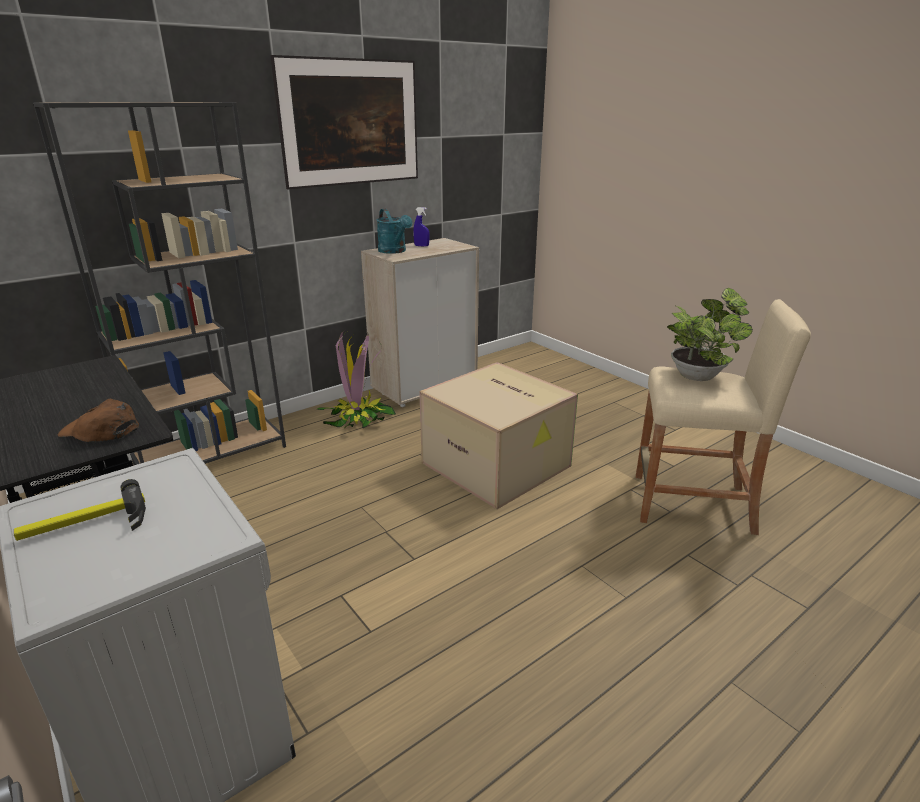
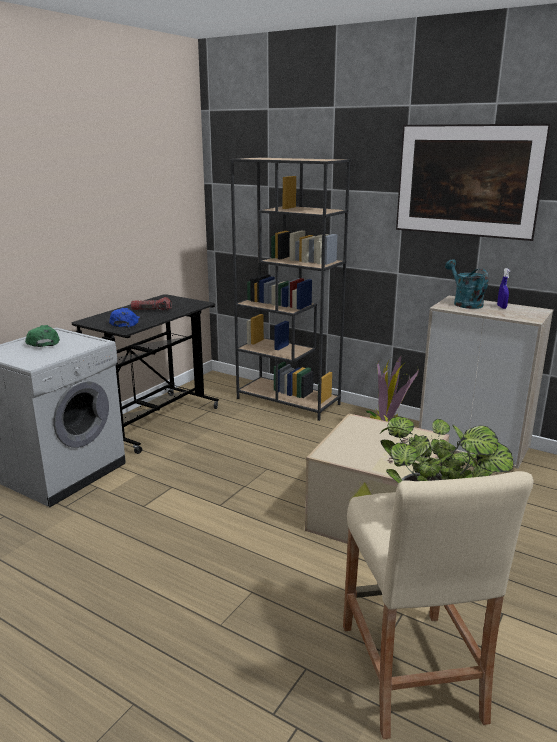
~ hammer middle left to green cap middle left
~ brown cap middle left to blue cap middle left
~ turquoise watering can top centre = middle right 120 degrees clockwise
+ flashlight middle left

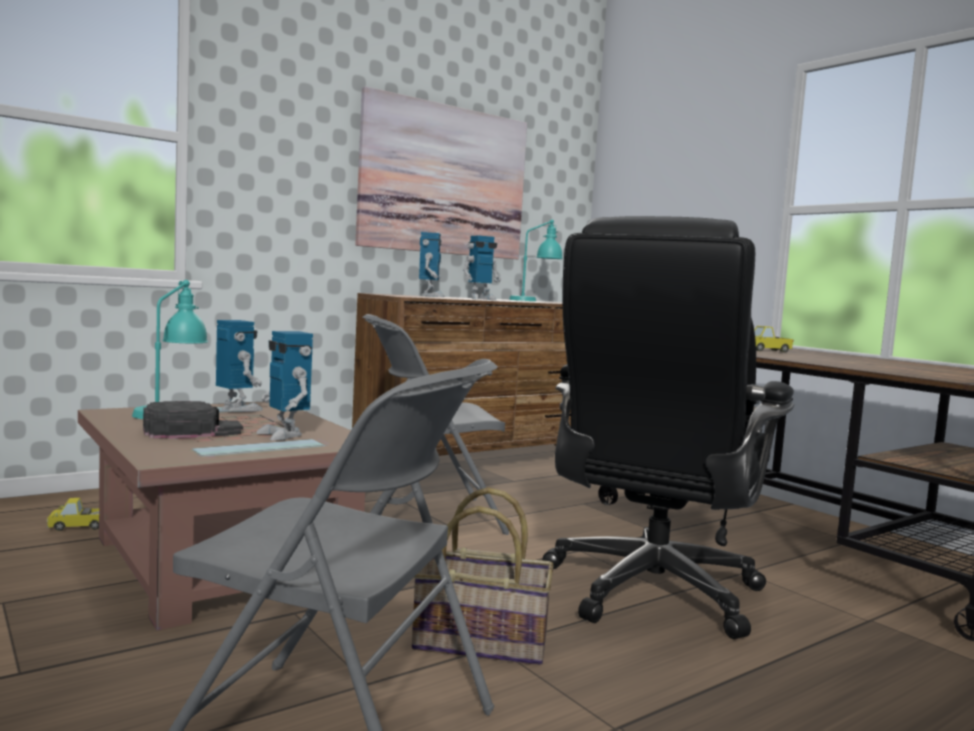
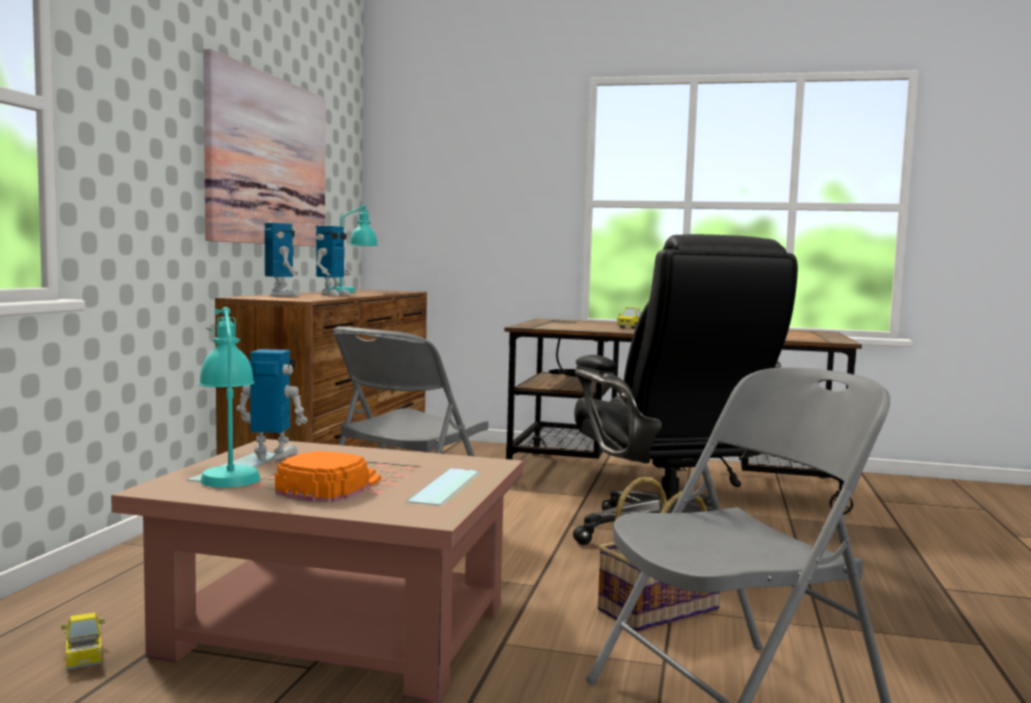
~ toy truck (no. 1 from left) bottom left = bottom left 120 degrees clockwise
~ black cap middle left to orange cap bottom left
- toy robot (no. 2 from left) middle left

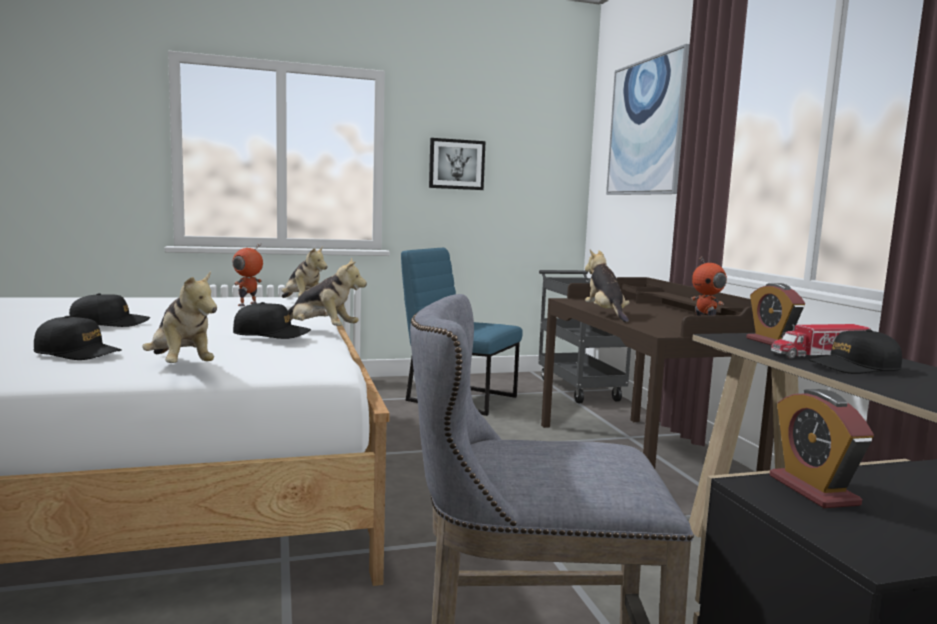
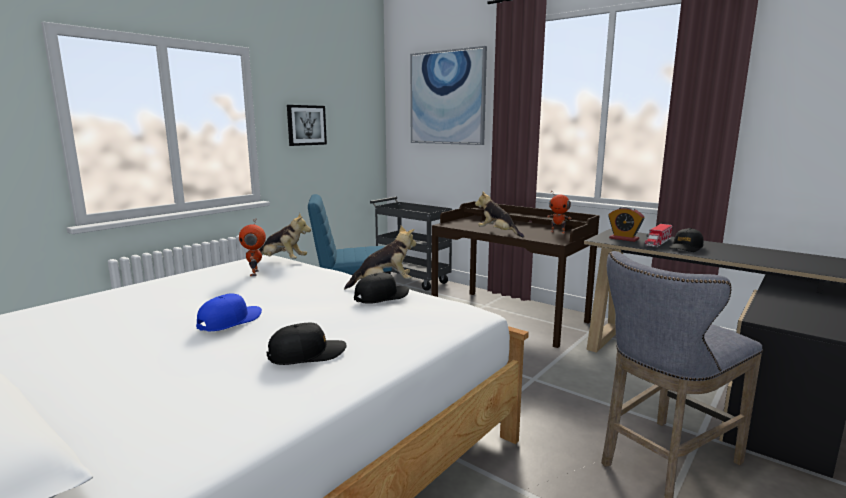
~ black cap (no. 2 from left) middle left to blue cap middle left
- plush toy (no. 1 from left) middle left
- alarm clock (no. 2 from left) bottom right

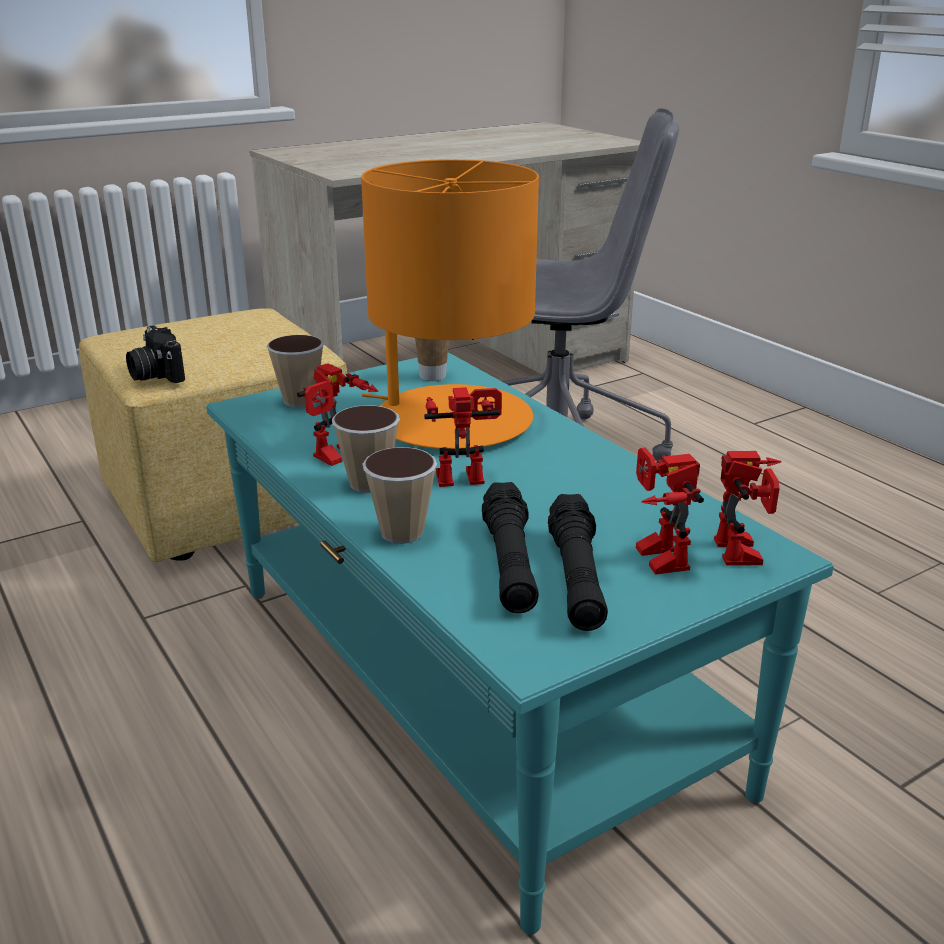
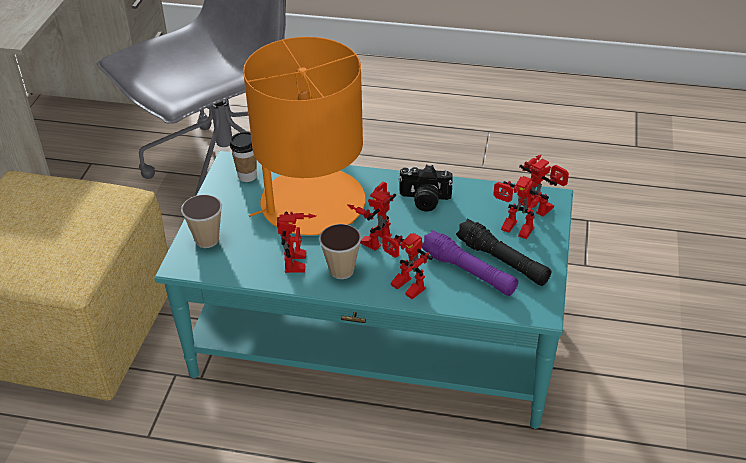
~ photo camera middle left to centre
~ cup (no. 3 from left) centre to toy robot (no. 3 from left) centre
~ black flashlight (no. 1 from left) centre to purple flashlight centre

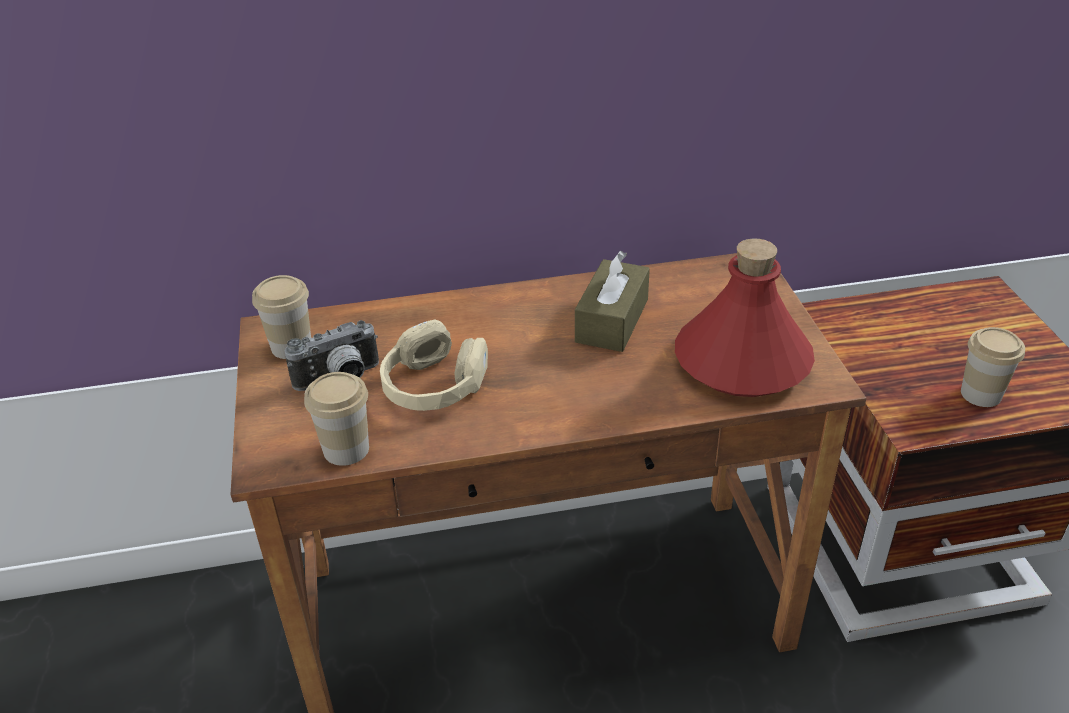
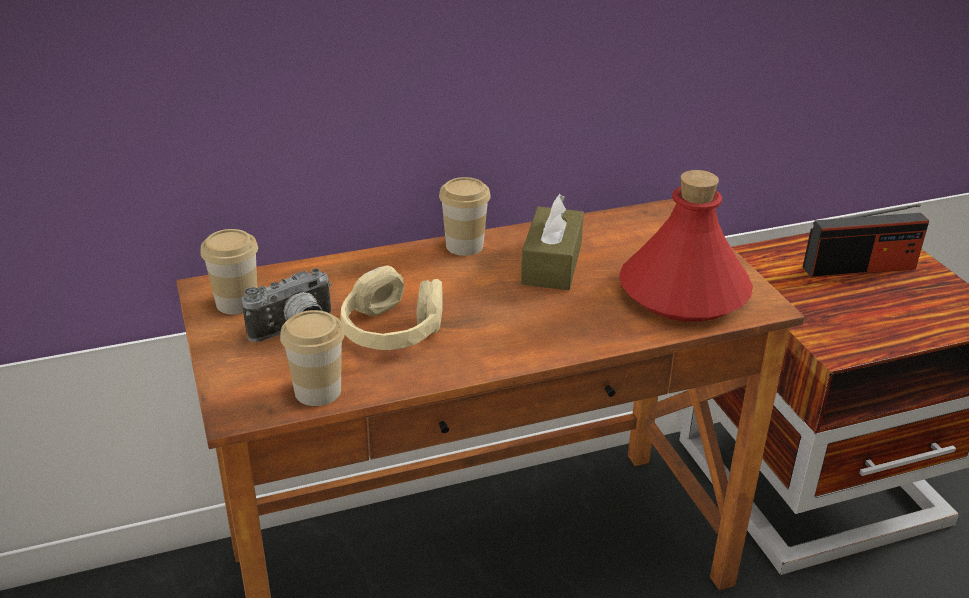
~ cup (no. 3 from left) middle right to centre
+ radio middle right

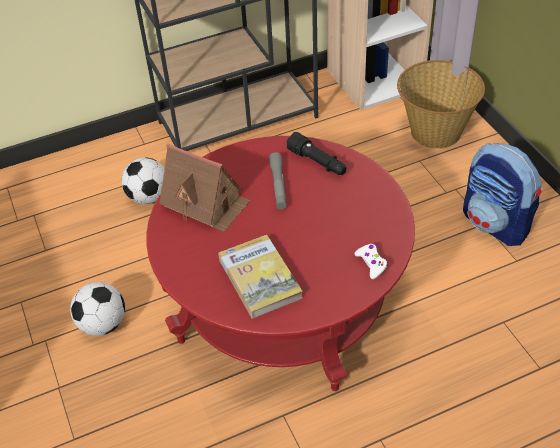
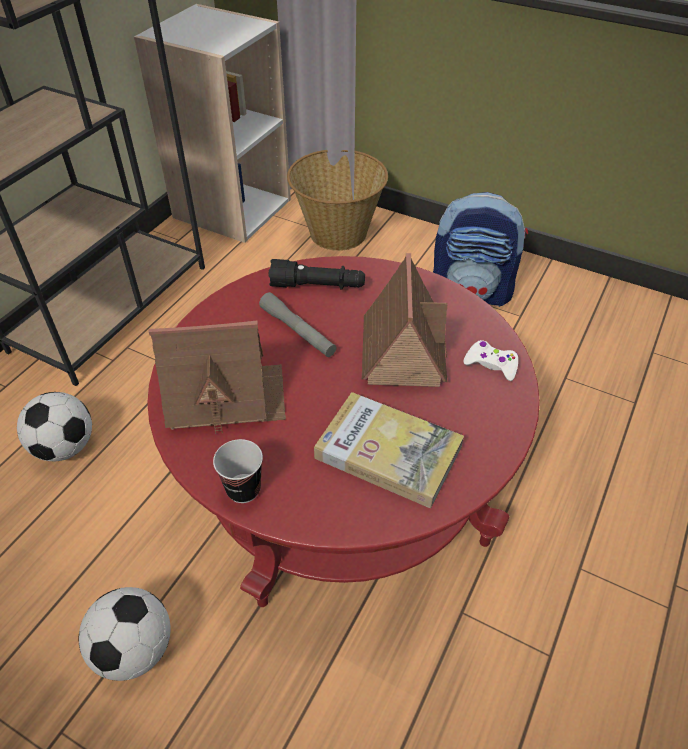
+ cup centre
+ toy house (no. 2 from left) centre

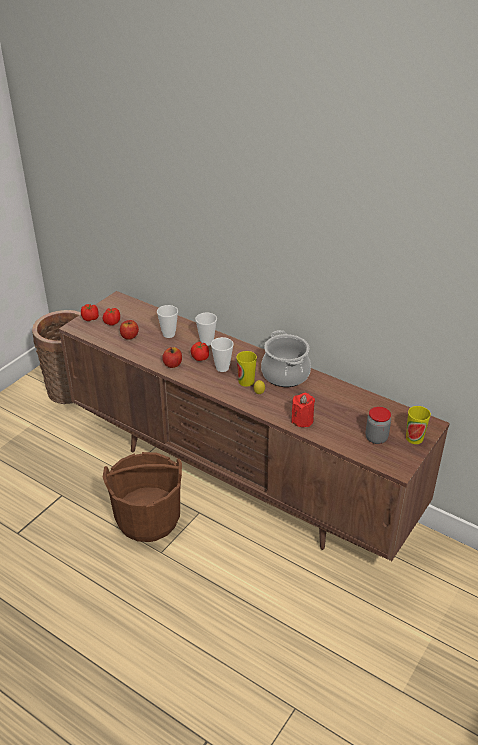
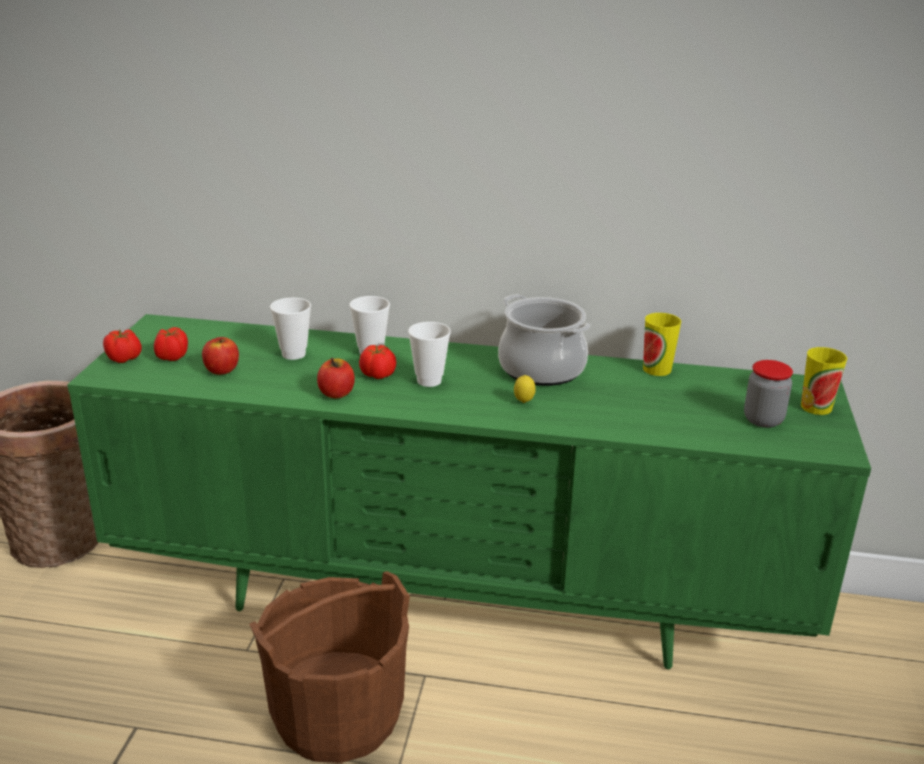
~ brown cabinet centre to green cabinet centre
~ cup (no. 4 from left) centre to middle right
- red candle centre

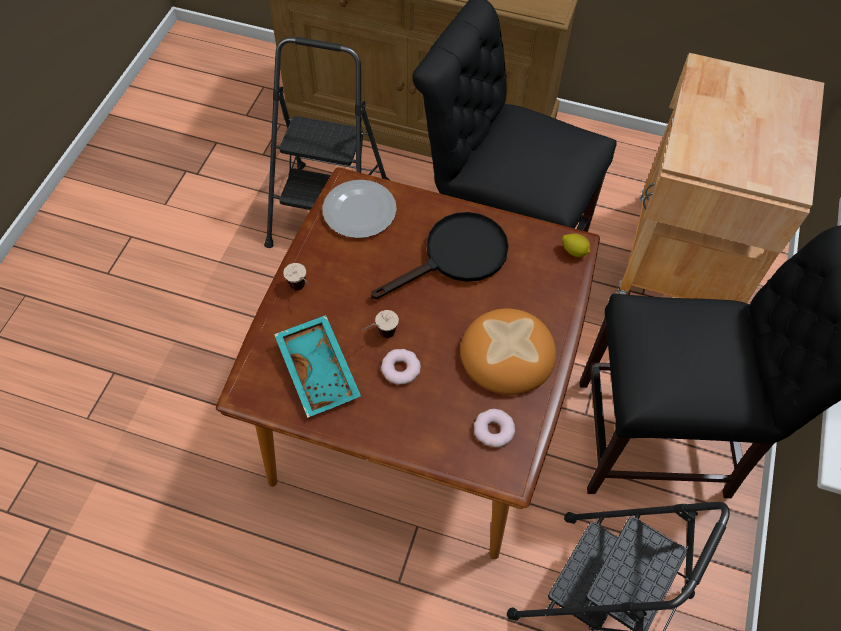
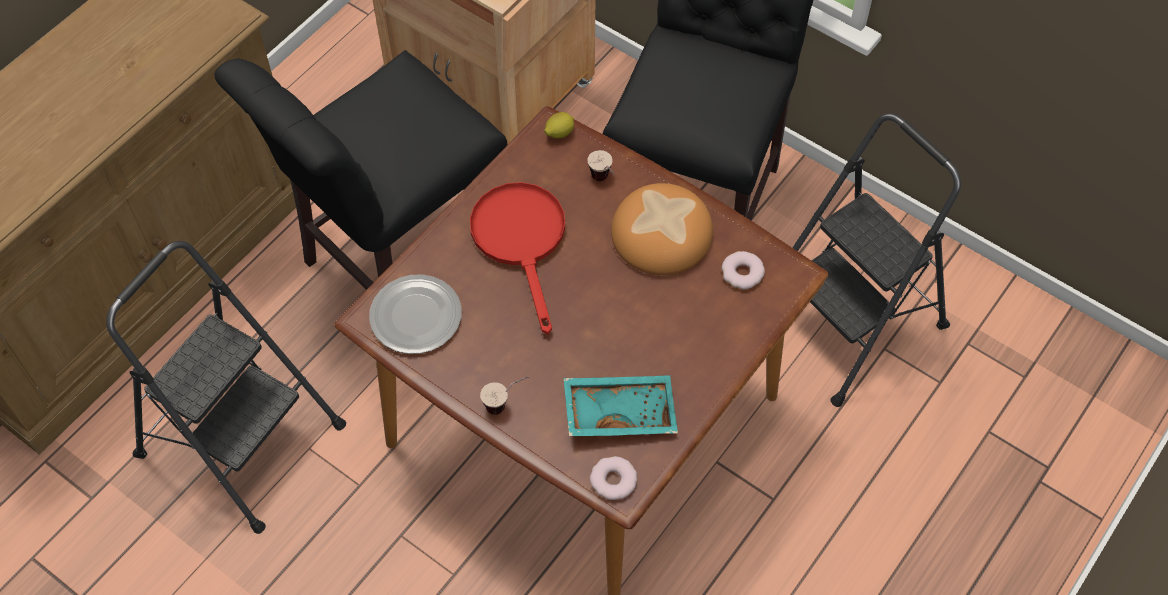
~ cup (no. 2 from left) centre to top centre
~ black frying pan centre to red frying pan centre
~ donut (no. 1 from left) centre to bottom centre

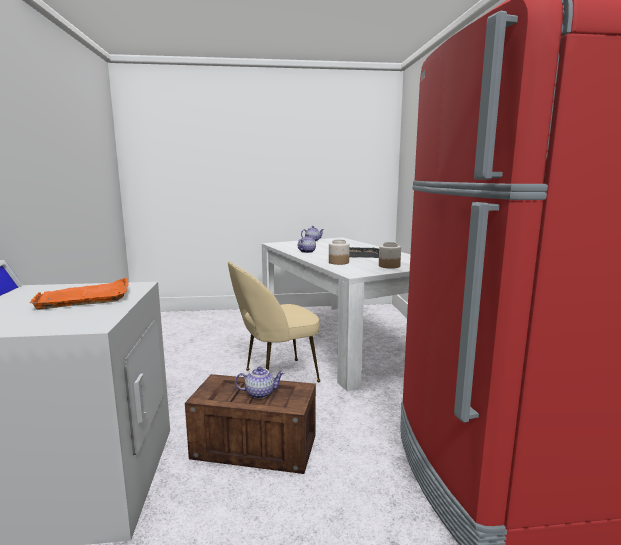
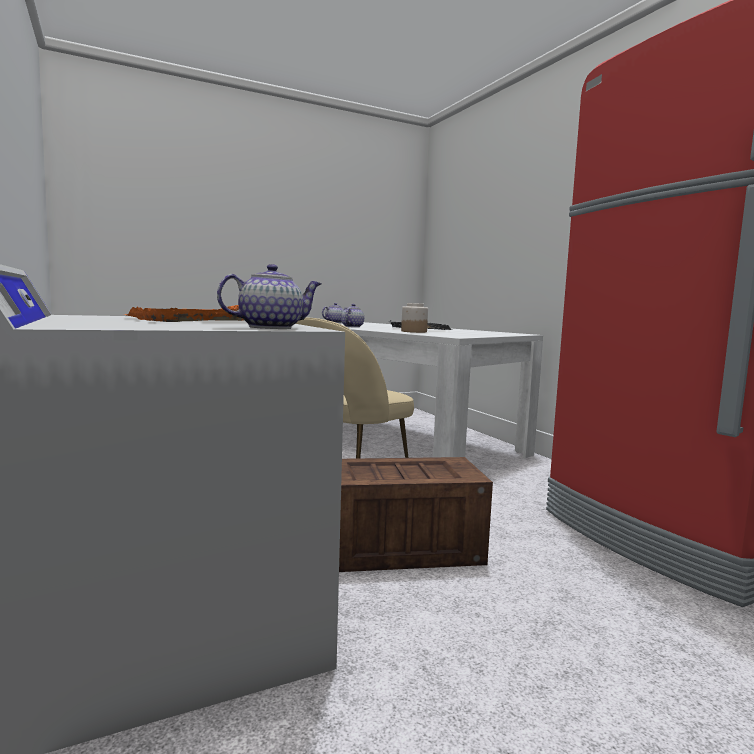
~ teapot (no. 1 from left) bottom centre to centre
- jar (no. 2 from left) centre

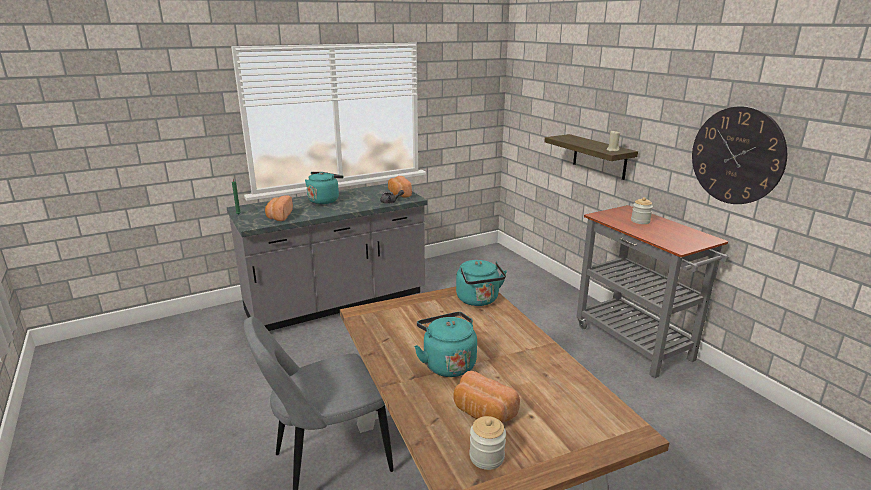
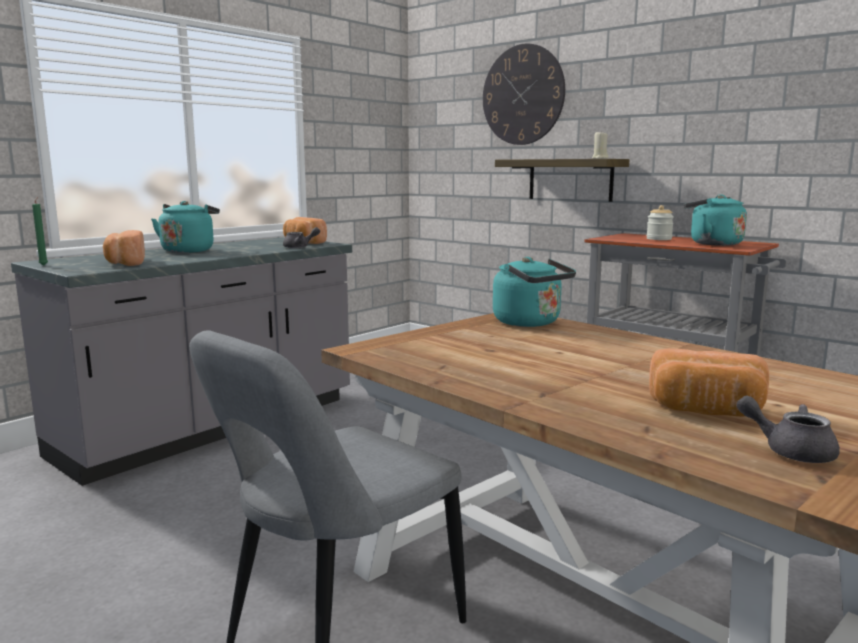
~ turquoise kettle (no. 2 from left in the first image) bottom centre to turquoise kettle (no. 3 from left) middle right
~ jar (no. 1 from left) bottom centre to grey teapot (no. 2 from left) bottom right
~ wall clock top right to top centre

